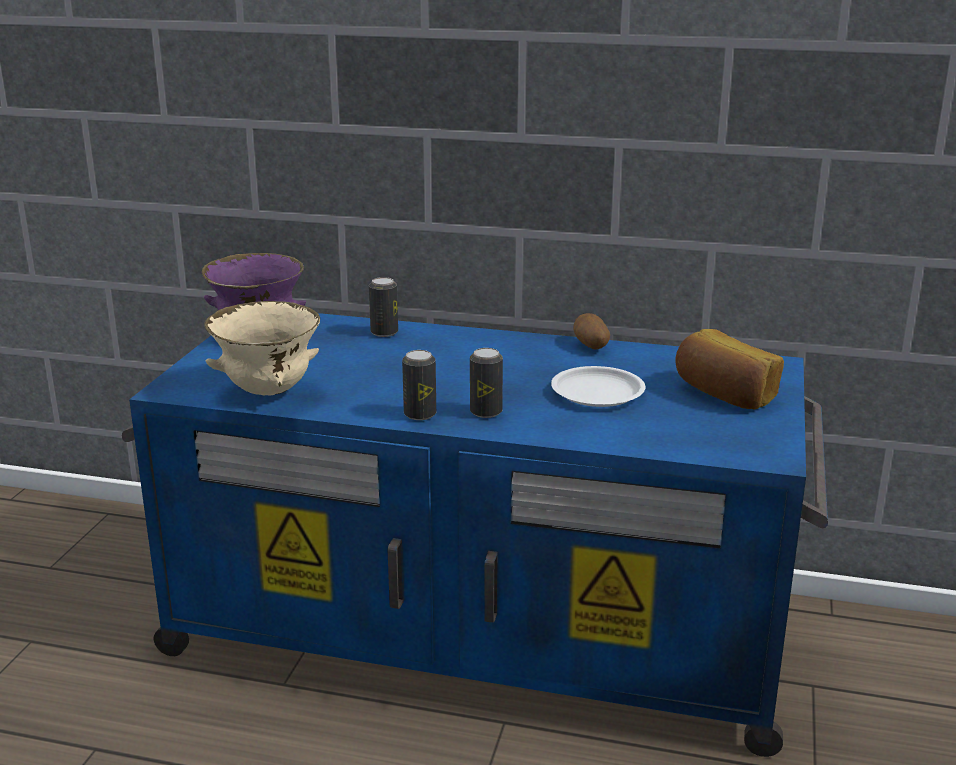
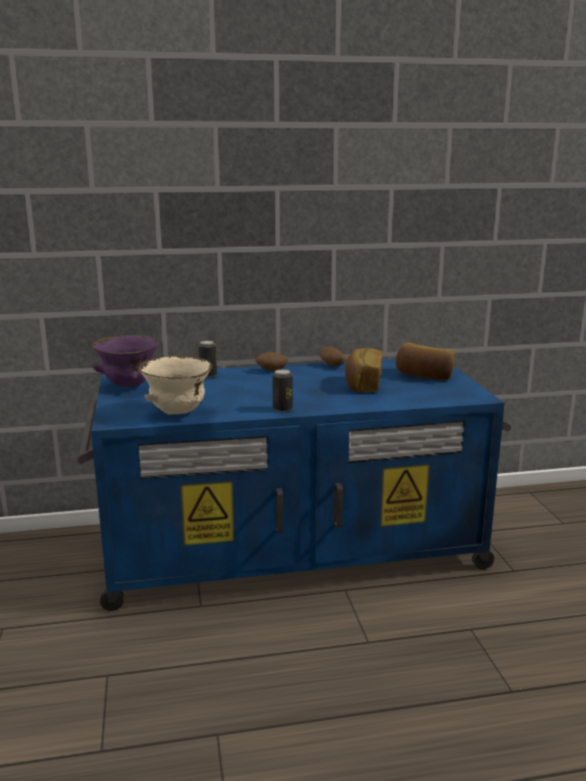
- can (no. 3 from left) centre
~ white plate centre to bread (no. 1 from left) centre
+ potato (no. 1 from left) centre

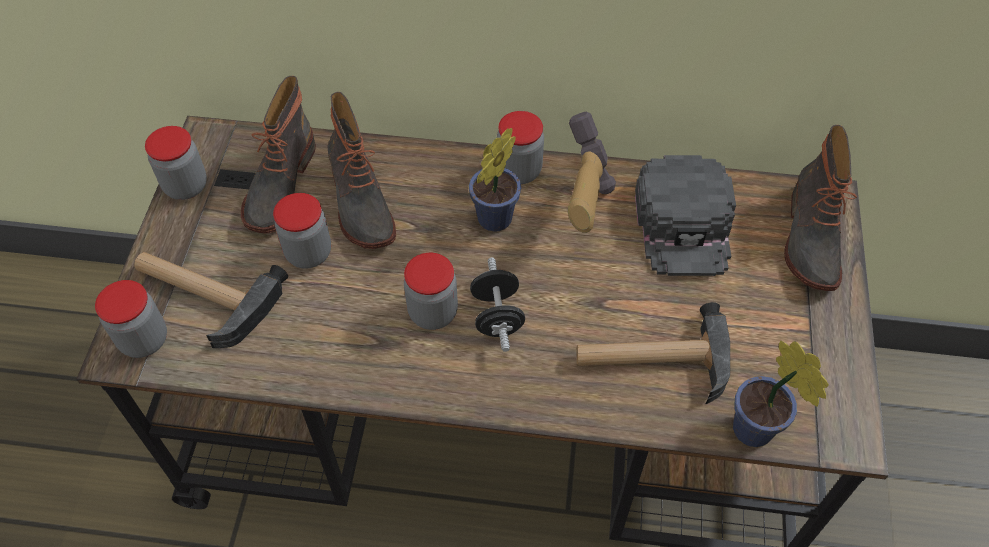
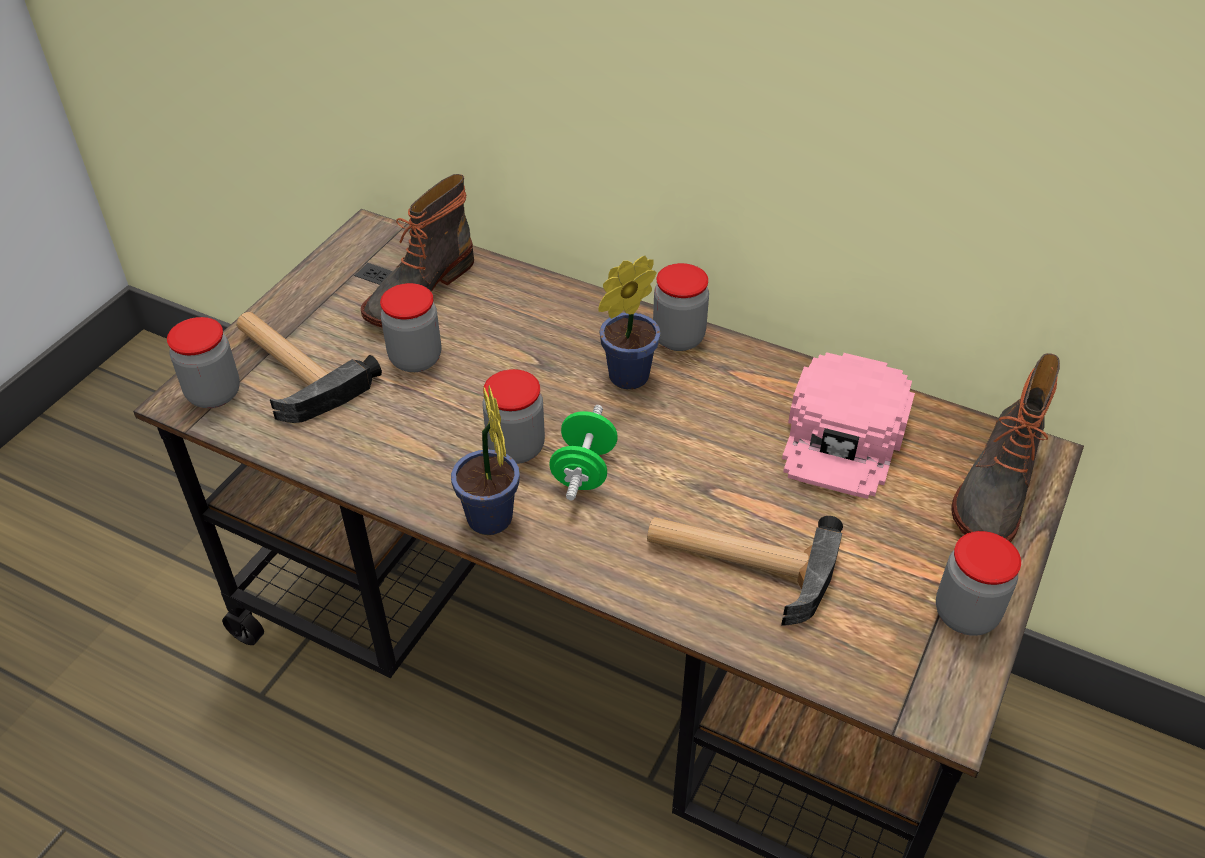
~ jar (no. 2 from left in the first image) top left to jar (no. 5 from left) bottom right
- boot (no. 2 from left) top centre
~ black dumbbell centre to green dumbbell centre
- hammer (no. 2 from left) top centre
~ black cap middle right to pink cap middle right
~ potted plant (no. 2 from left in the first image) bottom right to potted plant (no. 1 from left) centre

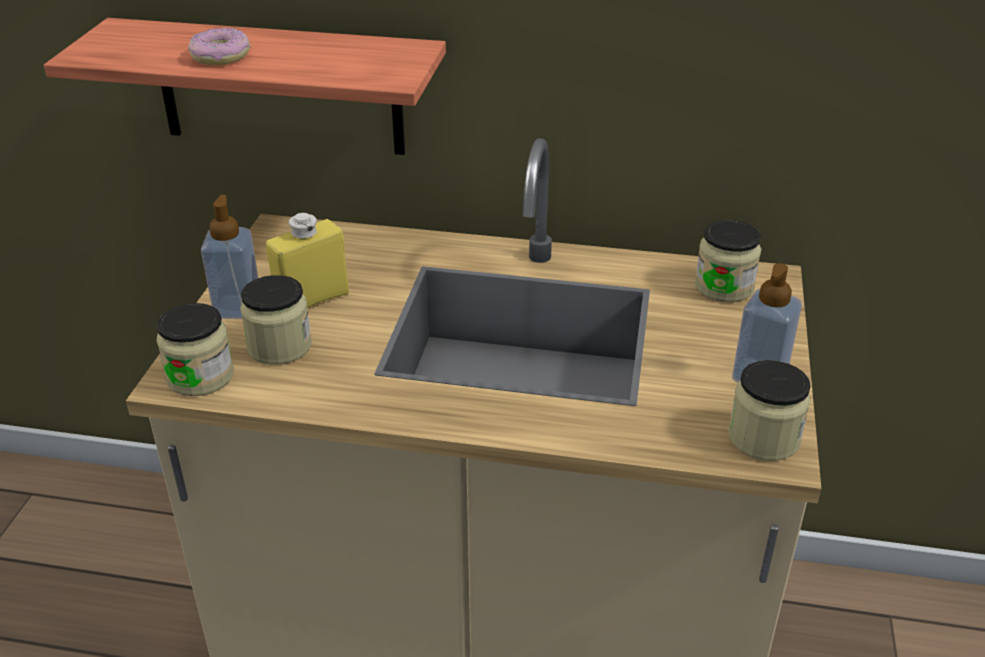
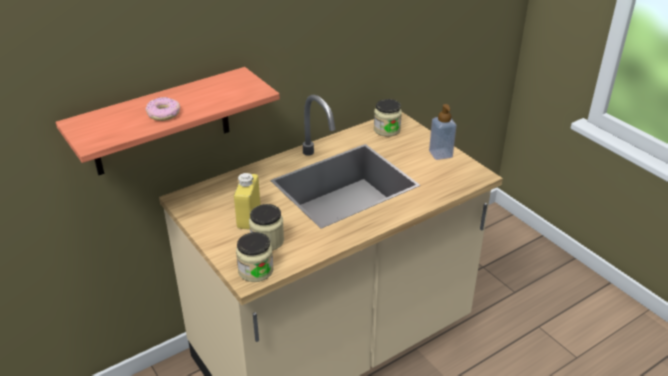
- soap dispenser (no. 1 from left) middle left
- jar (no. 4 from left) middle right

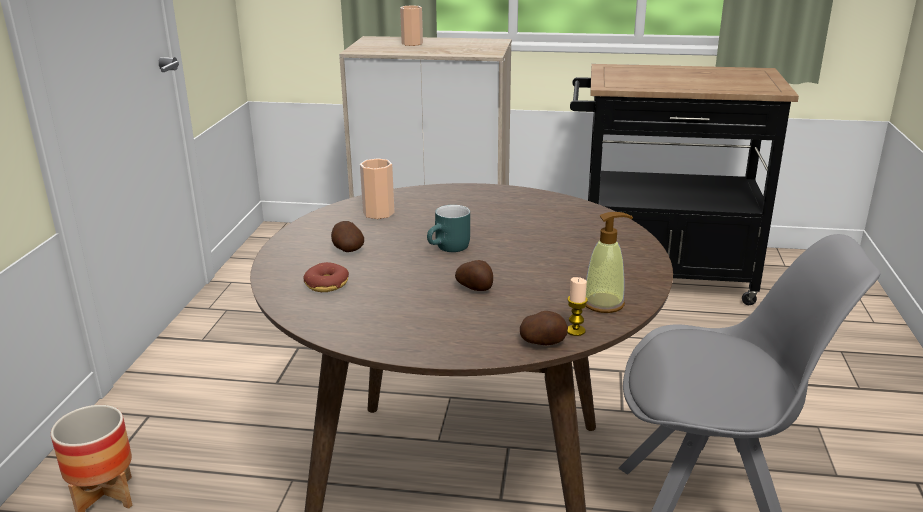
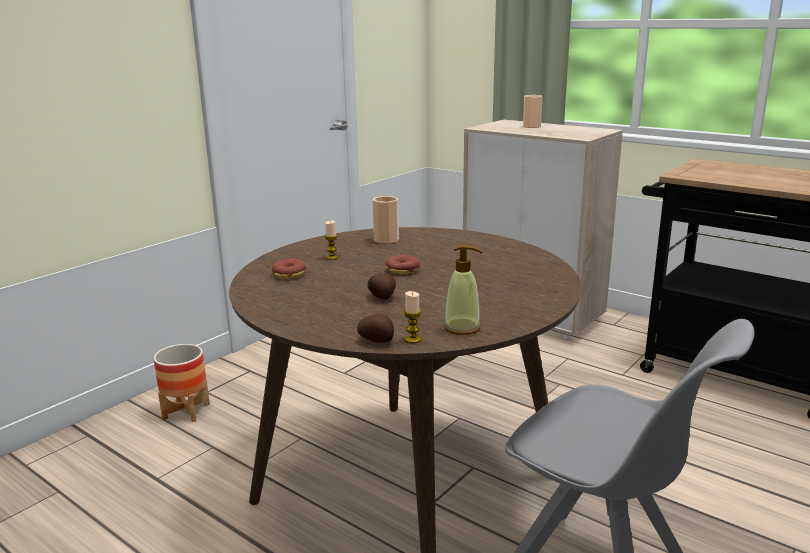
~ potato (no. 1 from left) centre to candle (no. 1 from left) centre
~ turquoise mug centre to donut (no. 2 from left) centre

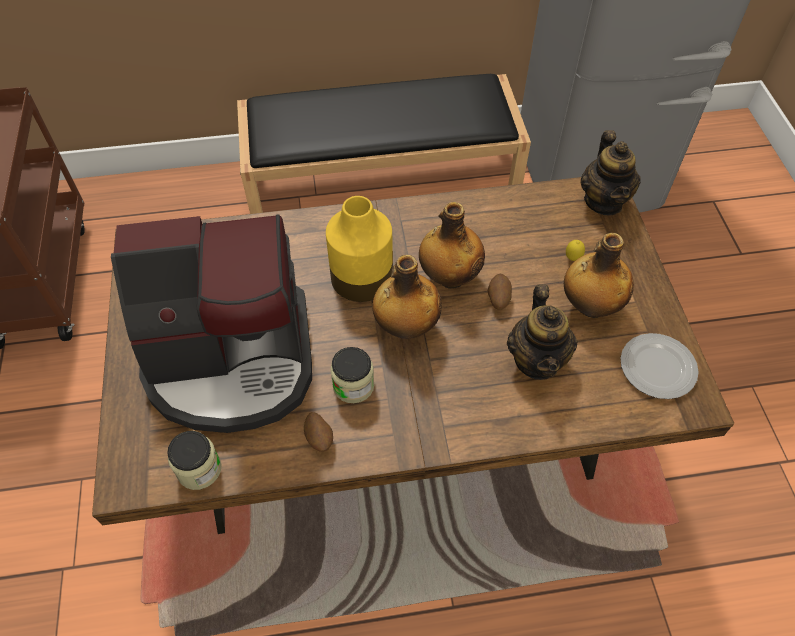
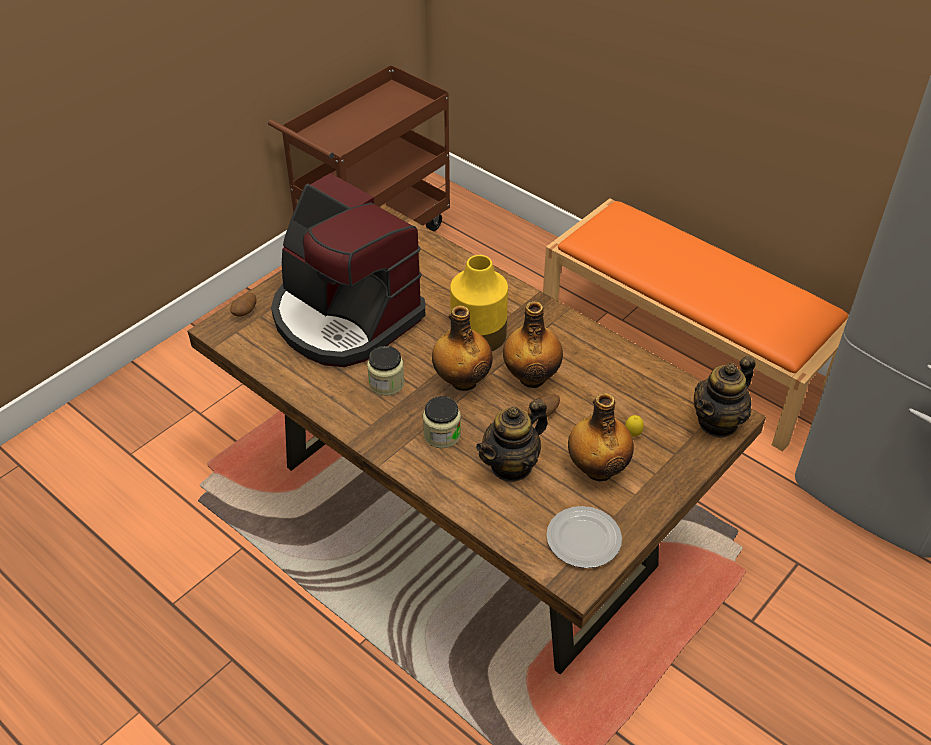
~ jar (no. 1 from left in the first image) bottom left to jar (no. 2 from left) centre
~ black bench top centre to orange bench middle right
~ potato (no. 1 from left) bottom centre to middle left

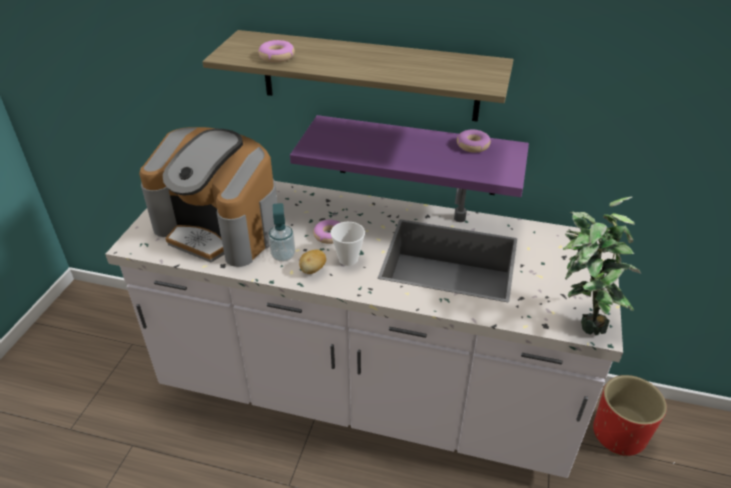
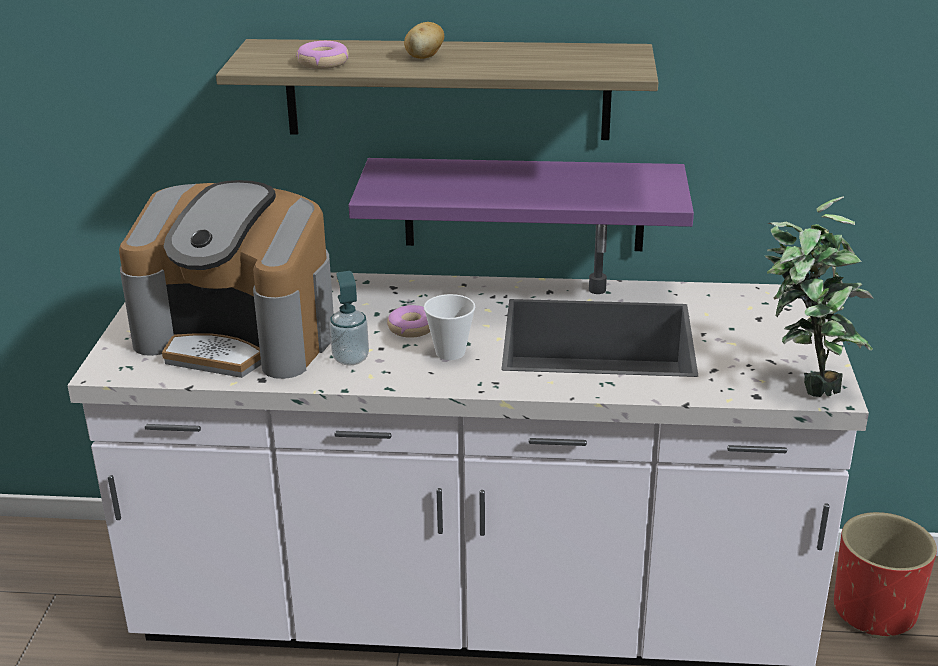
~ potato centre to top centre
- donut (no. 3 from left) top centre

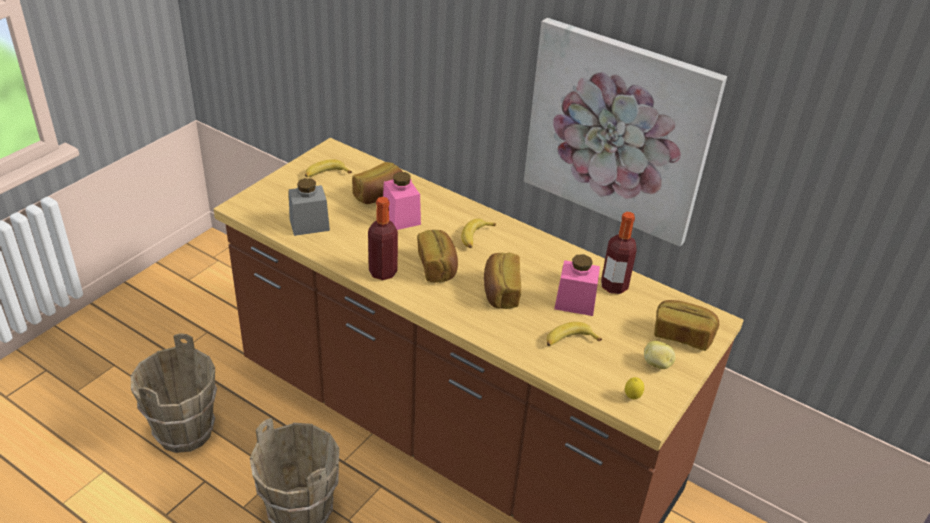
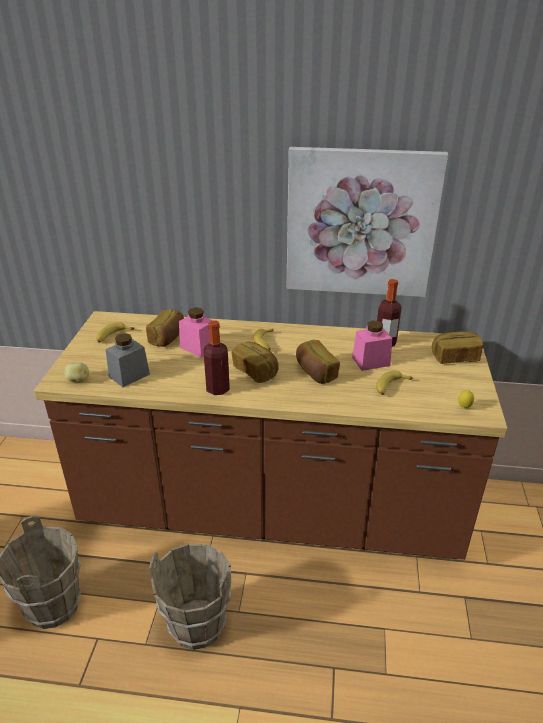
~ potato bottom right to middle left

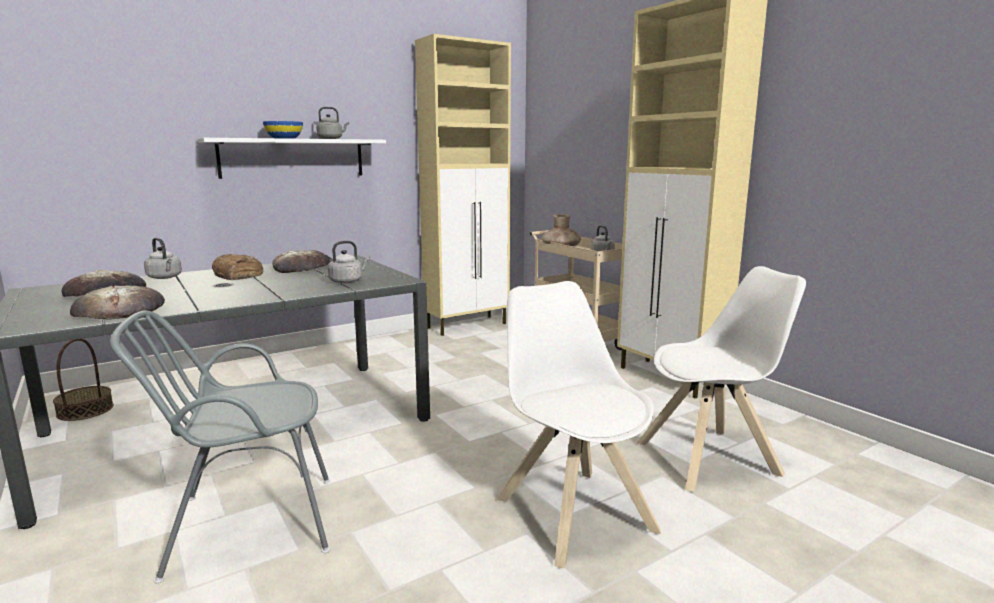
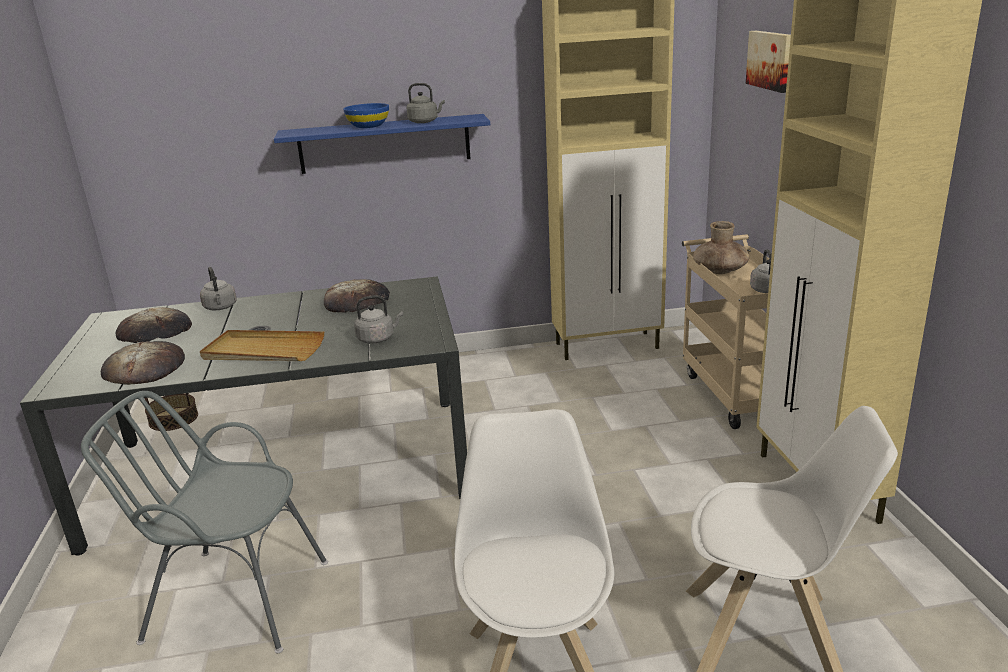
~ white shelf top left to blue shelf top centre
- bread (no. 3 from left) middle left
+ beige tray middle left
+ picture top right

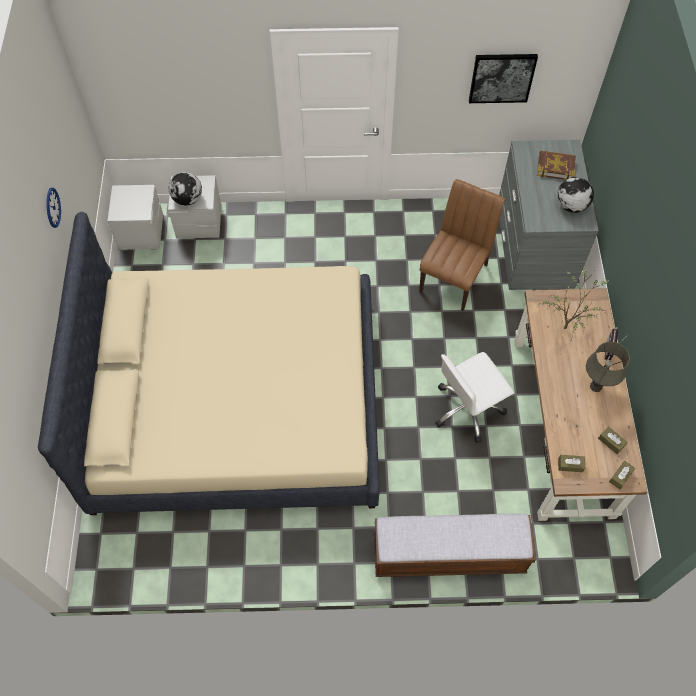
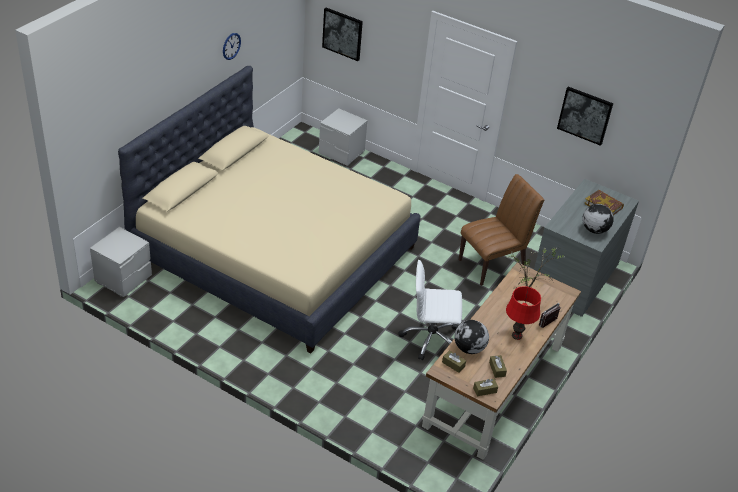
~ white nightstand (no. 1 from left) top left to middle left
~ globe (no. 1 from left) top left to bottom centre
- bench bottom centre
~ grey table lamp middle right to red table lamp middle right
+ picture (no. 1 from left) top centre

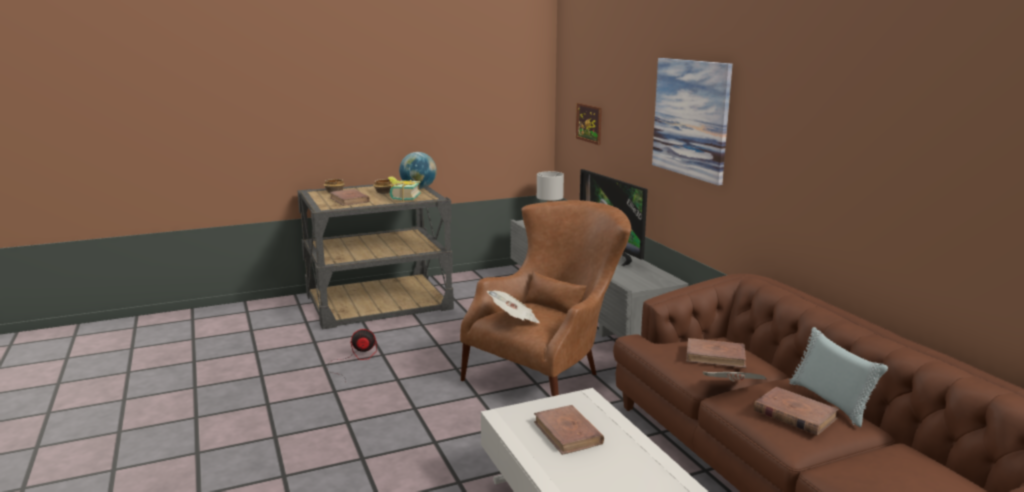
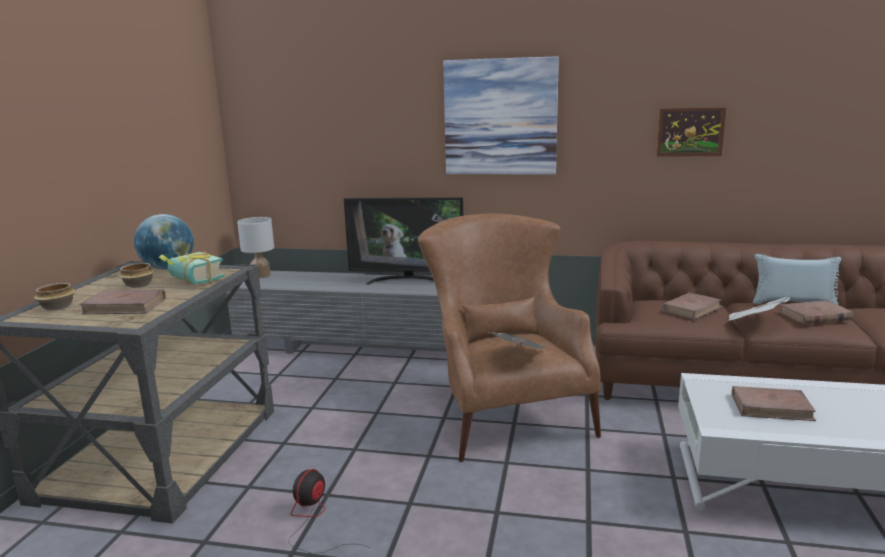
~ picture (no. 1 from left in the first image) top centre to picture (no. 2 from left) top right

